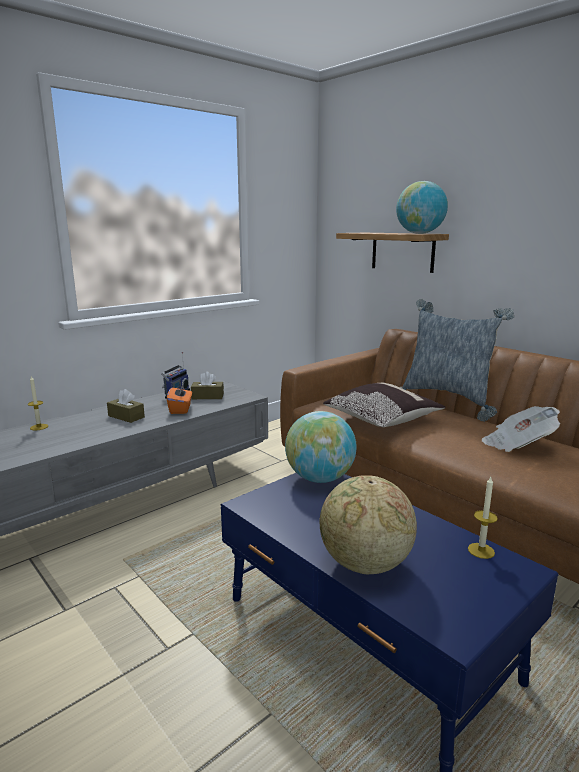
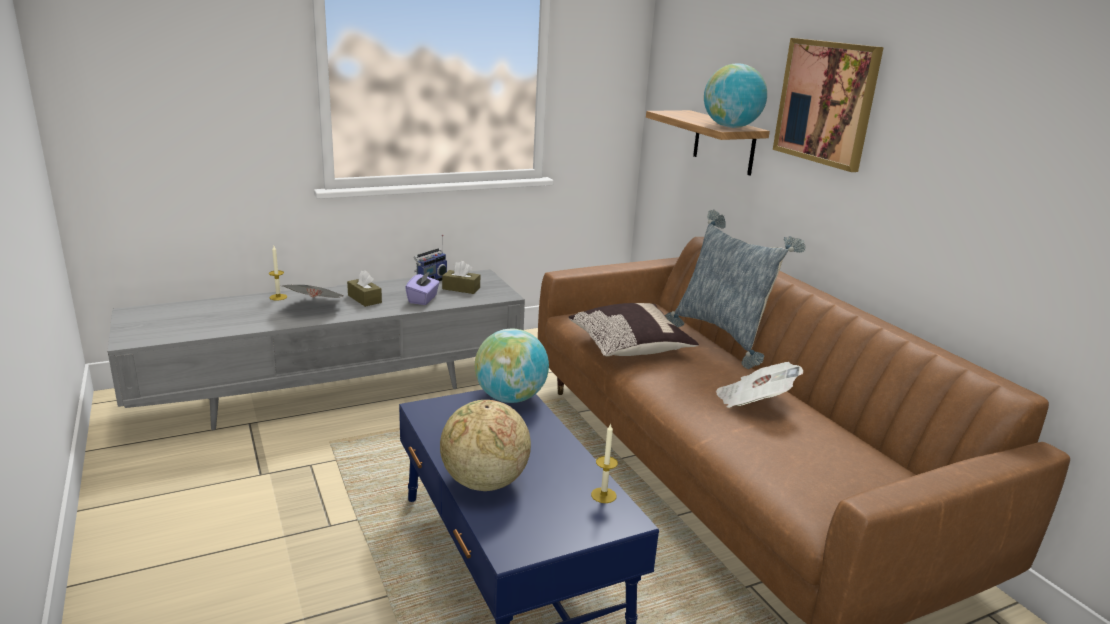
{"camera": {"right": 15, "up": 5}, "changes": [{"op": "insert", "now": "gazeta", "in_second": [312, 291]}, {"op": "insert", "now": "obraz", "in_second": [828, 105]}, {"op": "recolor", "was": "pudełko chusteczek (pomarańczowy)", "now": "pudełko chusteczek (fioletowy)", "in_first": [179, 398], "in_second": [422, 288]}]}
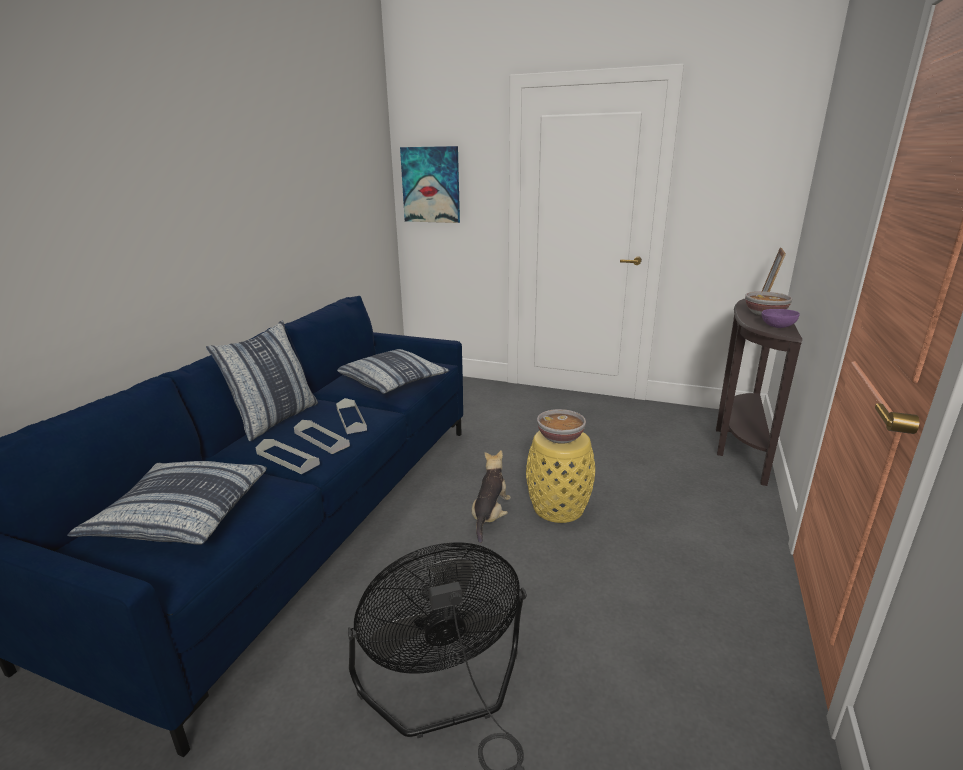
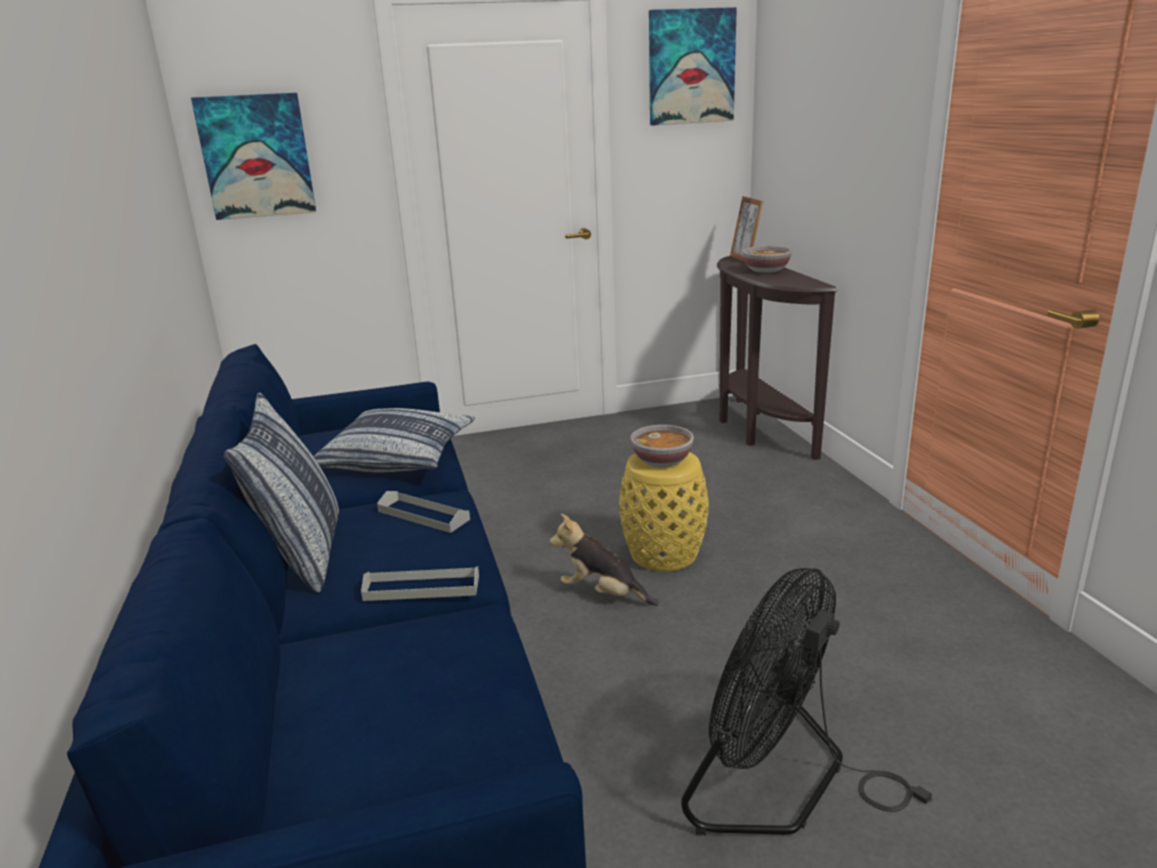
{"camera": {"right": -35, "up": 0}, "changes": [{"op": "delete", "was": "poduszka", "in_first": [167, 503]}, {"op": "delete", "was": "taca (szary)", "in_first": [322, 437]}, {"op": "delete", "was": "miska (fioletowy)", "in_first": [781, 318]}, {"op": "insert", "now": "obraz", "in_second": [693, 66]}, {"op": "rotate", "was": "pluszak", "in_first": [491, 496], "in_second": [604, 560], "clockwise": -45}]}
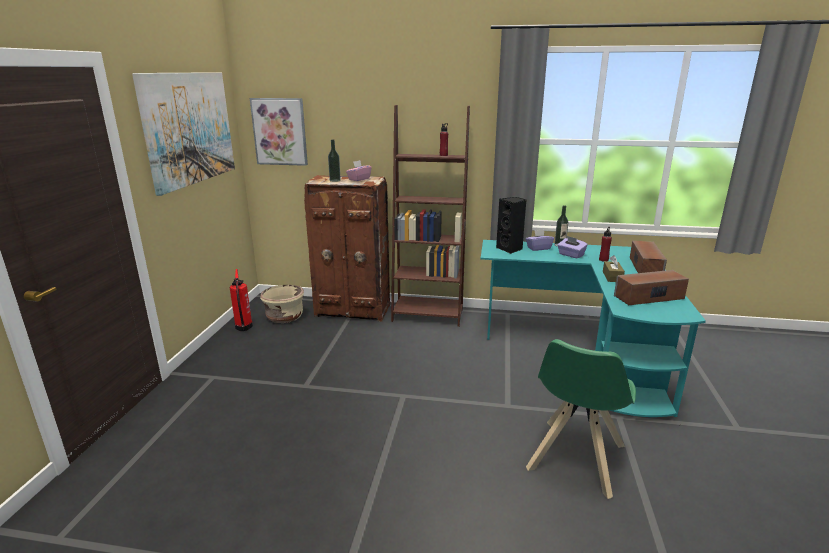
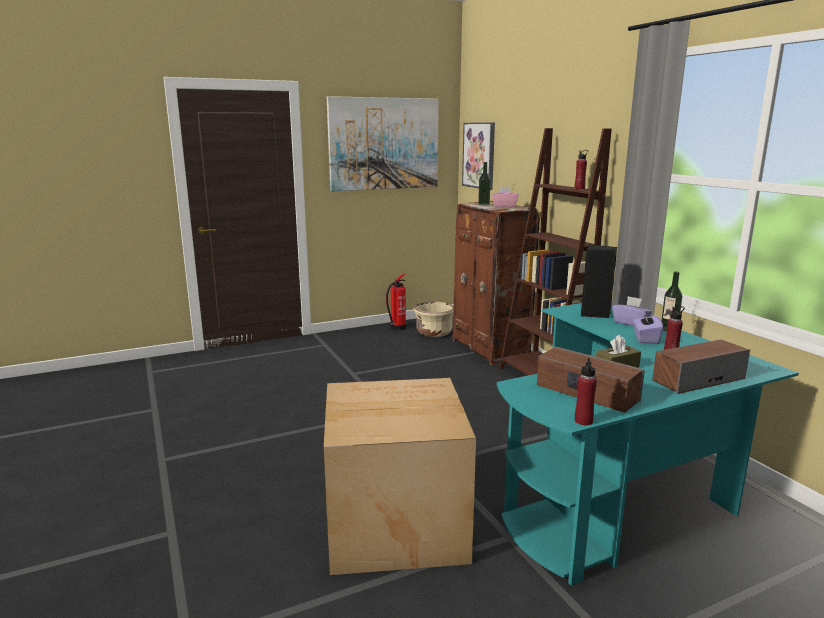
{"camera": {"right": 55, "up": -5}, "changes": [{"op": "insert", "now": "butelka (czerwony)", "in_second": [586, 391]}, {"op": "replace", "was": "krzesło (zielony)", "now": "karton", "in_first": [581, 419], "in_second": [400, 476]}]}
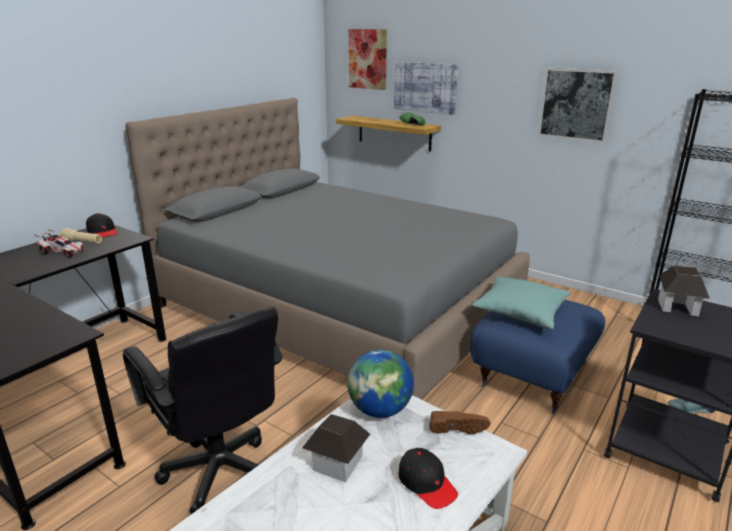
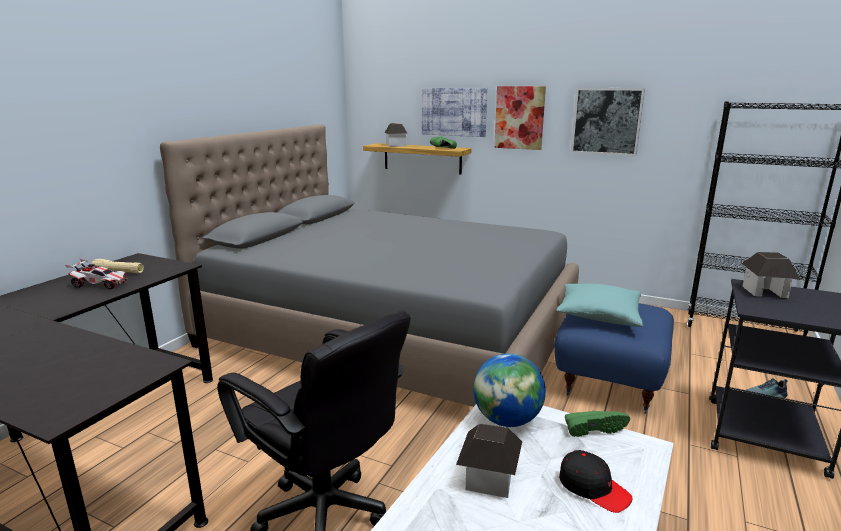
{"camera": {"right": -10, "up": -5}, "changes": [{"op": "delete", "was": "czapka z daszkiem (czarny)", "in_first": [102, 225]}, {"op": "insert", "now": "domek", "in_second": [396, 135]}, {"op": "move", "was": "obraz", "in_first": [367, 59], "in_second": [520, 118]}, {"op": "recolor", "was": "but (brązowy)", "now": "but (zielony)", "in_first": [459, 422], "in_second": [597, 424]}]}
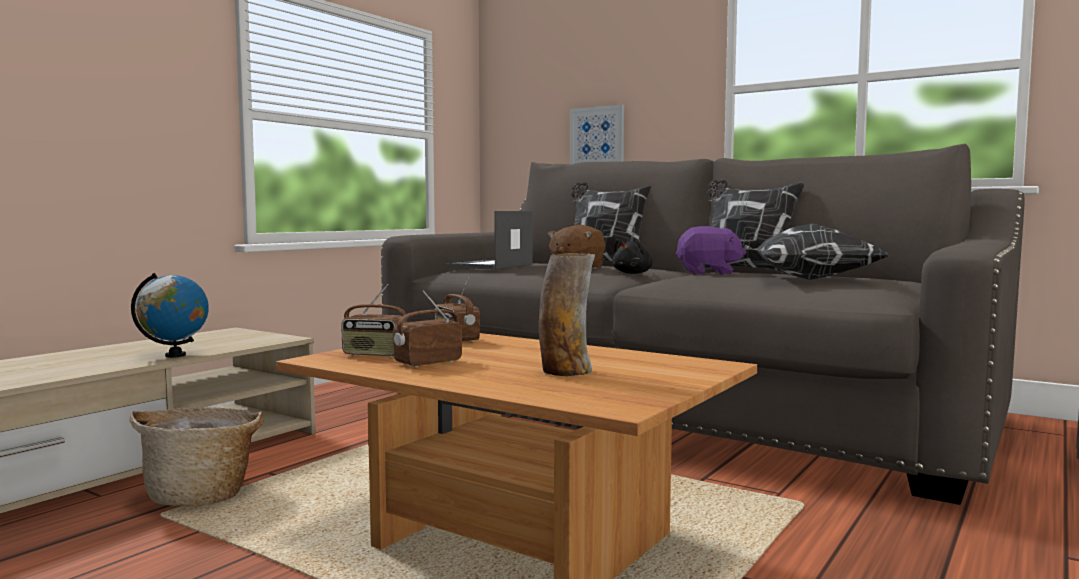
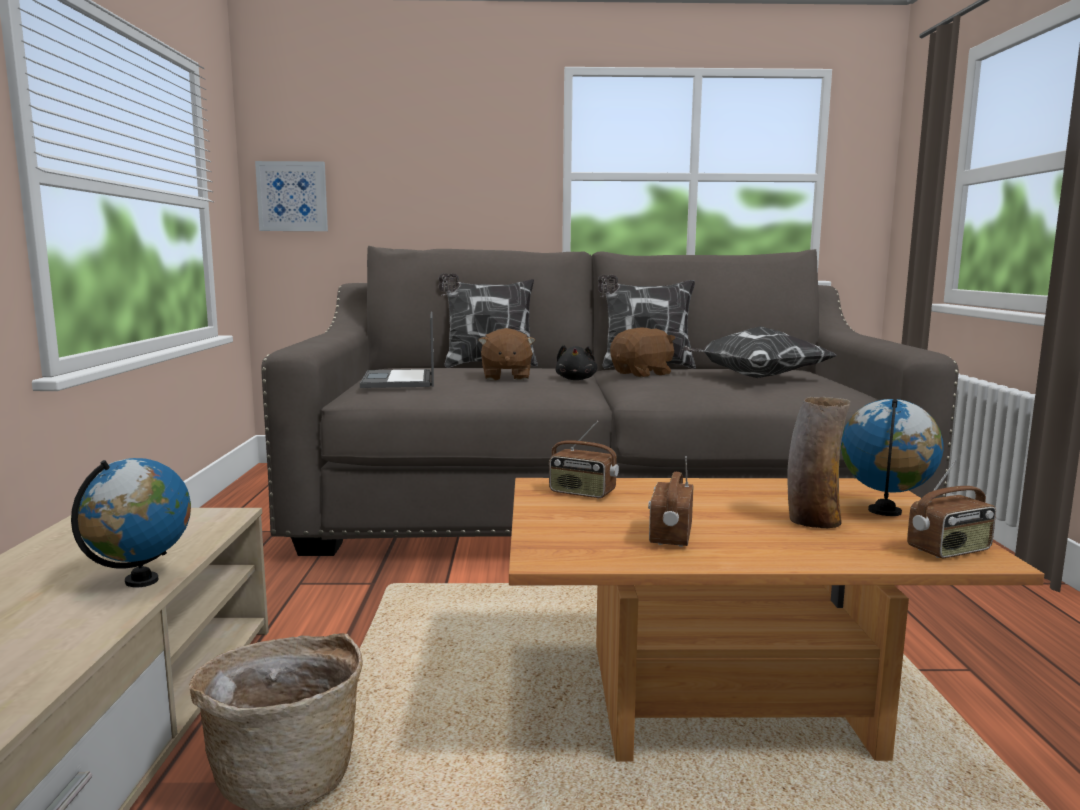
{"camera": {"right": -35, "up": 5}, "changes": [{"op": "insert", "now": "globus", "in_second": [892, 457]}, {"op": "move", "was": "radio", "in_first": [374, 320], "in_second": [951, 508]}, {"op": "move", "was": "obraz", "in_first": [597, 134], "in_second": [291, 196]}, {"op": "recolor", "was": "pluszak (fioletowy)", "now": "pluszak (brązowy)", "in_first": [711, 250], "in_second": [642, 352]}]}
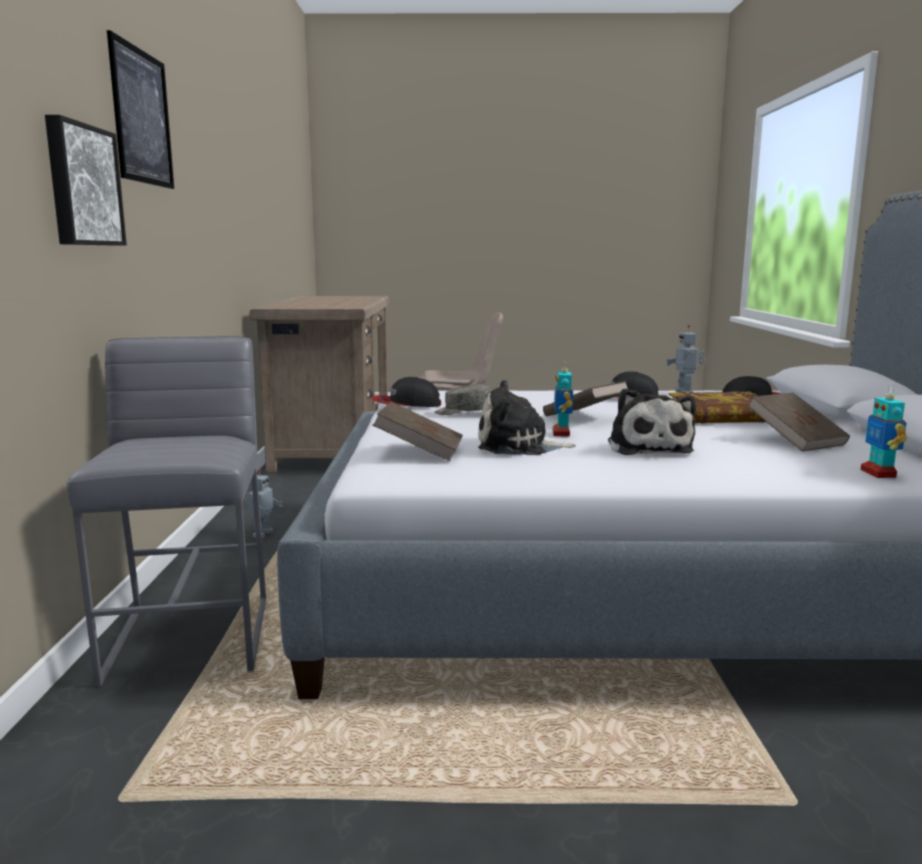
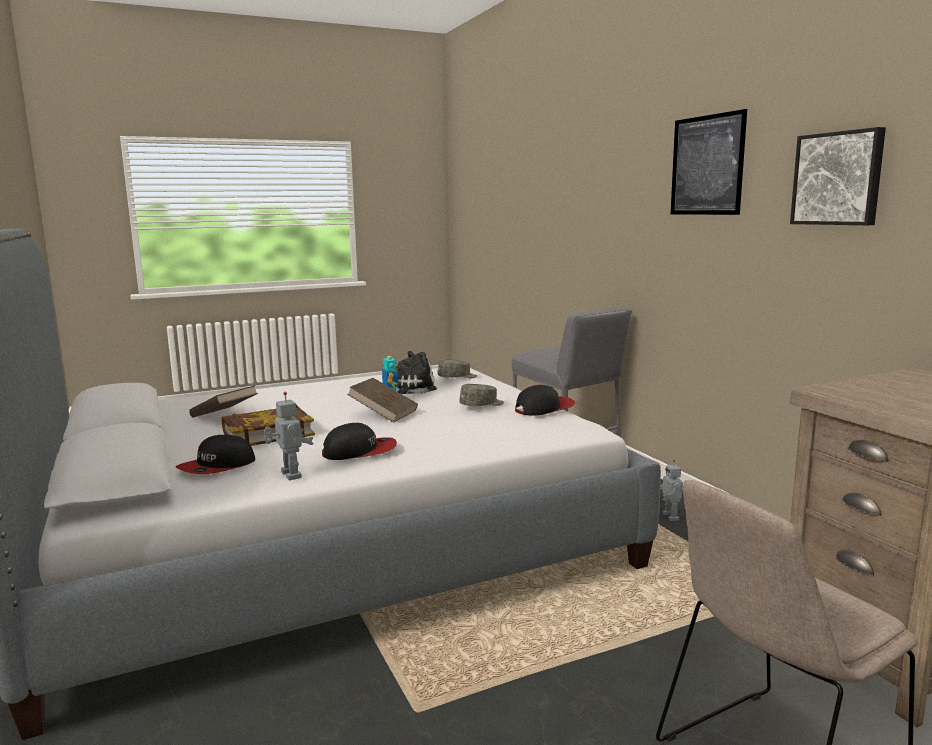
{"camera": {"right": 155, "up": 0}, "changes": [{"op": "delete", "was": "pluszak", "in_first": [652, 421]}, {"op": "delete", "was": "robot zabawkowy", "in_first": [884, 431]}, {"op": "move", "was": "obraz", "in_first": [86, 180], "in_second": [838, 176]}, {"op": "replace", "was": "książka (brązowy)", "now": "czapka z daszkiem (szary)", "in_first": [418, 431], "in_second": [457, 368]}]}
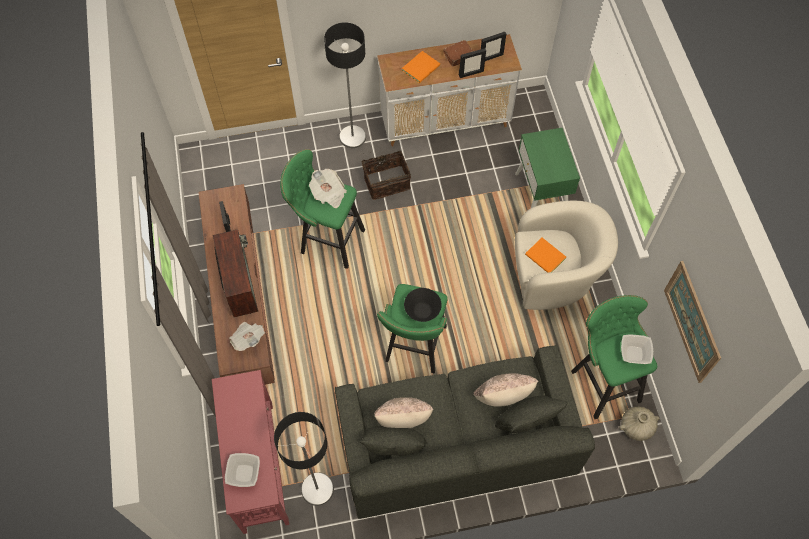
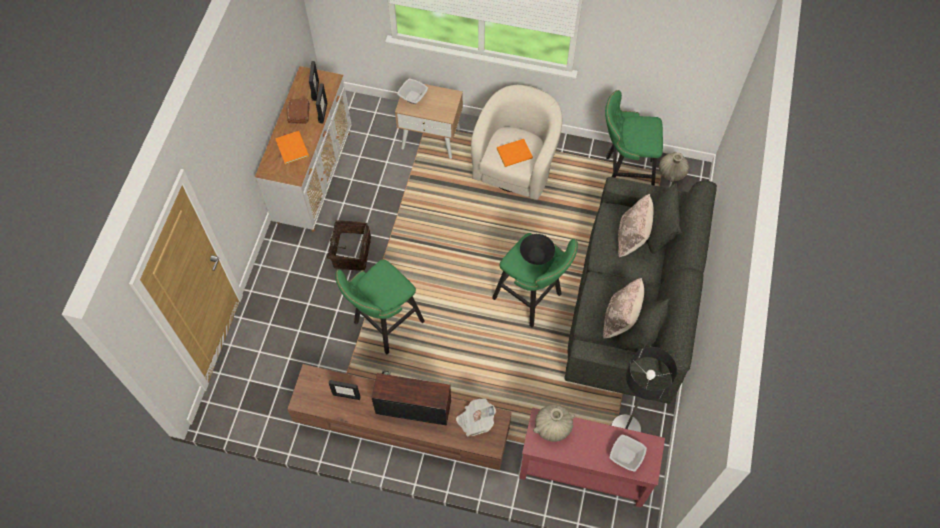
{"camera": {"right": -65, "up": 0}, "changes": [{"op": "delete", "was": "gazeta", "in_first": [328, 188]}, {"op": "delete", "was": "lampa stojąca", "in_first": [345, 85]}, {"op": "delete", "was": "obraz", "in_first": [692, 322]}, {"op": "insert", "now": "wazon (beżowy)", "in_second": [554, 423]}, {"op": "move", "was": "miska", "in_first": [637, 349], "in_second": [412, 91]}, {"op": "recolor", "was": "szafka nocna (zielony)", "now": "szafka nocna (beżowy)", "in_first": [547, 168], "in_second": [429, 121]}]}
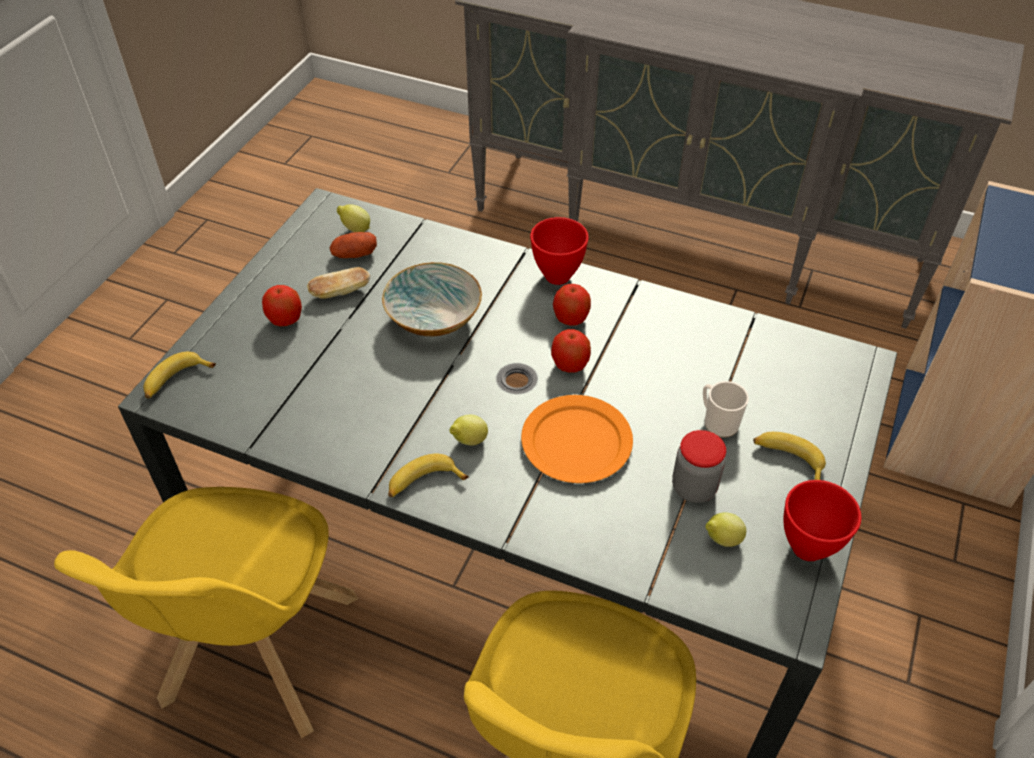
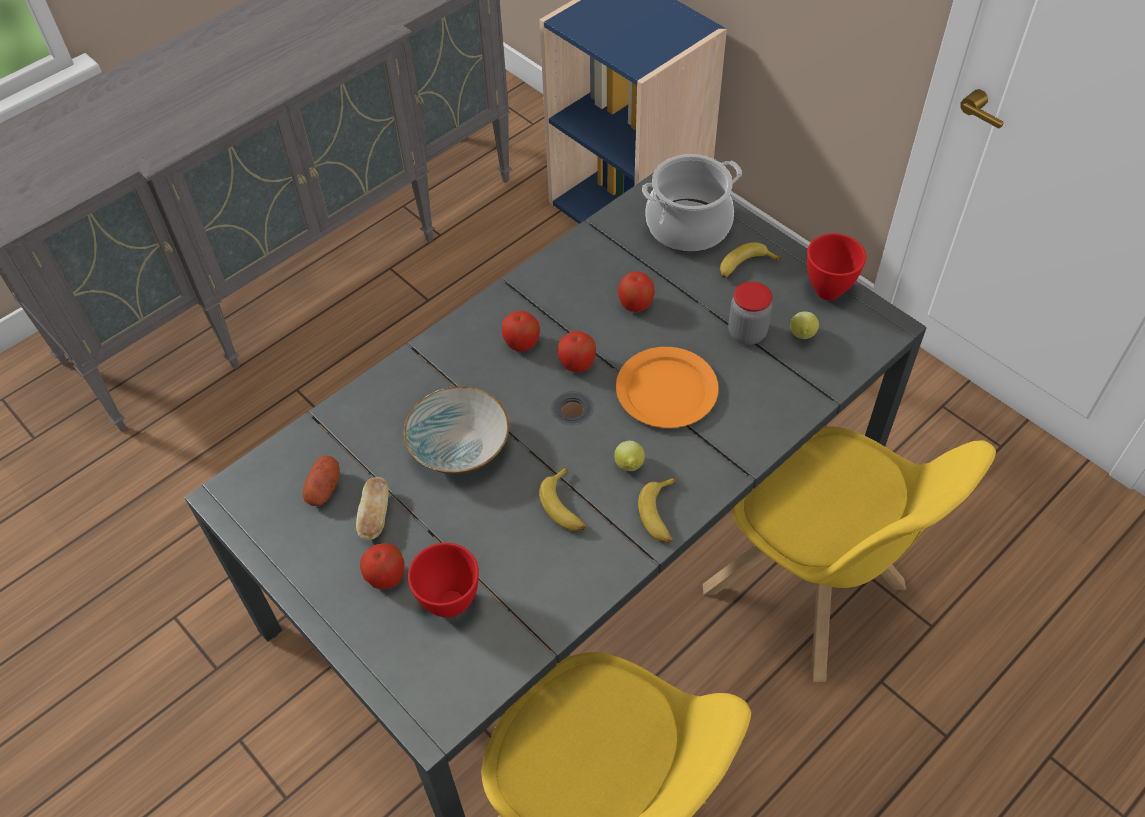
{"camera": {"right": -65, "up": 5}, "changes": [{"op": "delete", "was": "cytryna", "in_first": [353, 218]}, {"op": "delete", "was": "kubek", "in_first": [726, 409]}, {"op": "insert", "now": "jabłko", "in_second": [636, 291]}, {"op": "insert", "now": "garnek", "in_second": [692, 203]}, {"op": "move", "was": "banan", "in_first": [180, 375], "in_second": [562, 498]}, {"op": "move", "was": "miska (czerwony)", "in_first": [559, 251], "in_second": [443, 580]}]}
